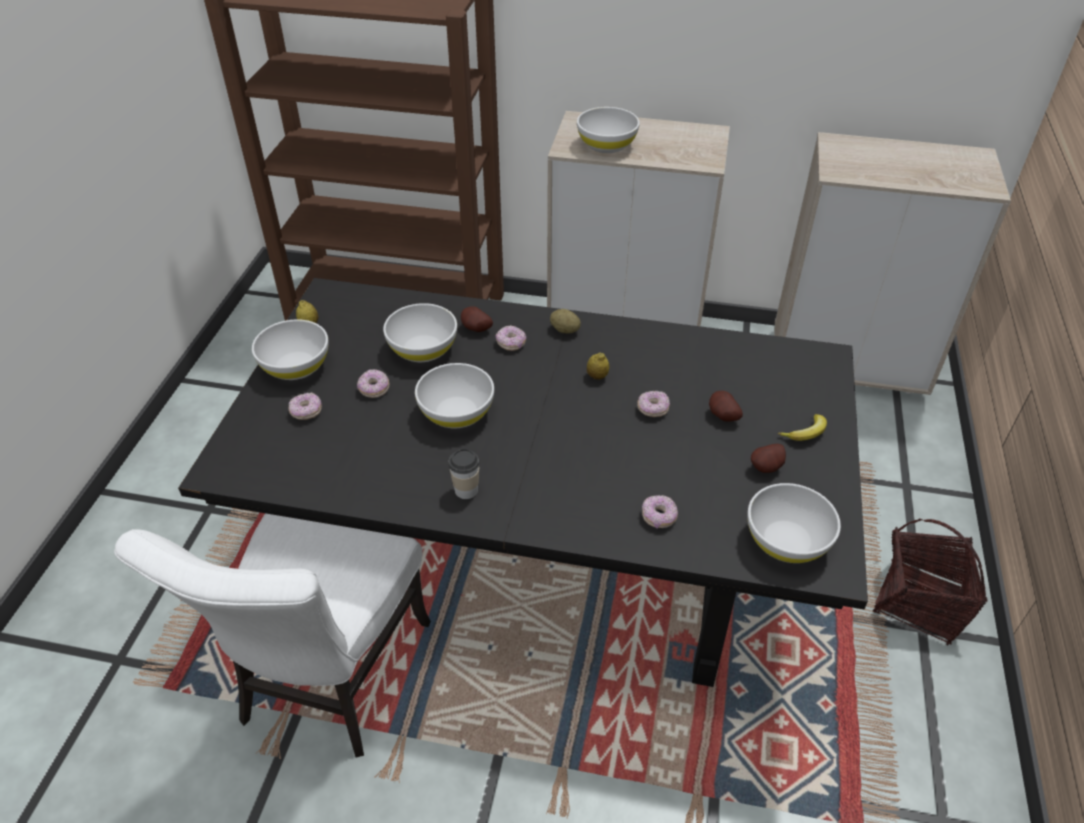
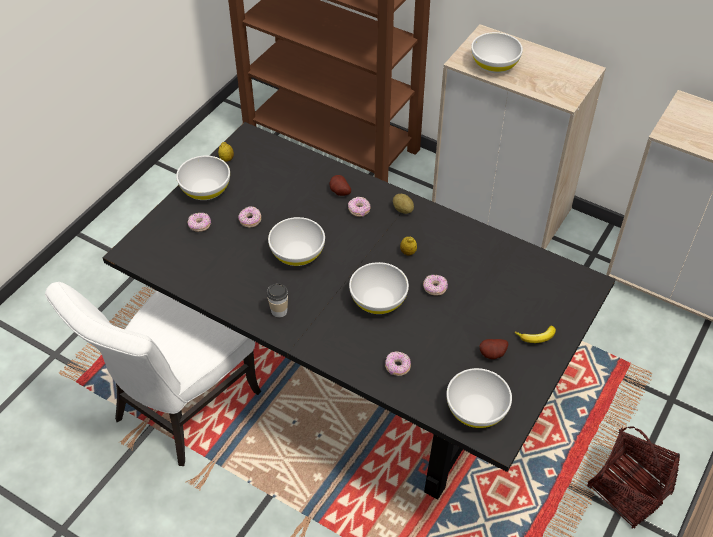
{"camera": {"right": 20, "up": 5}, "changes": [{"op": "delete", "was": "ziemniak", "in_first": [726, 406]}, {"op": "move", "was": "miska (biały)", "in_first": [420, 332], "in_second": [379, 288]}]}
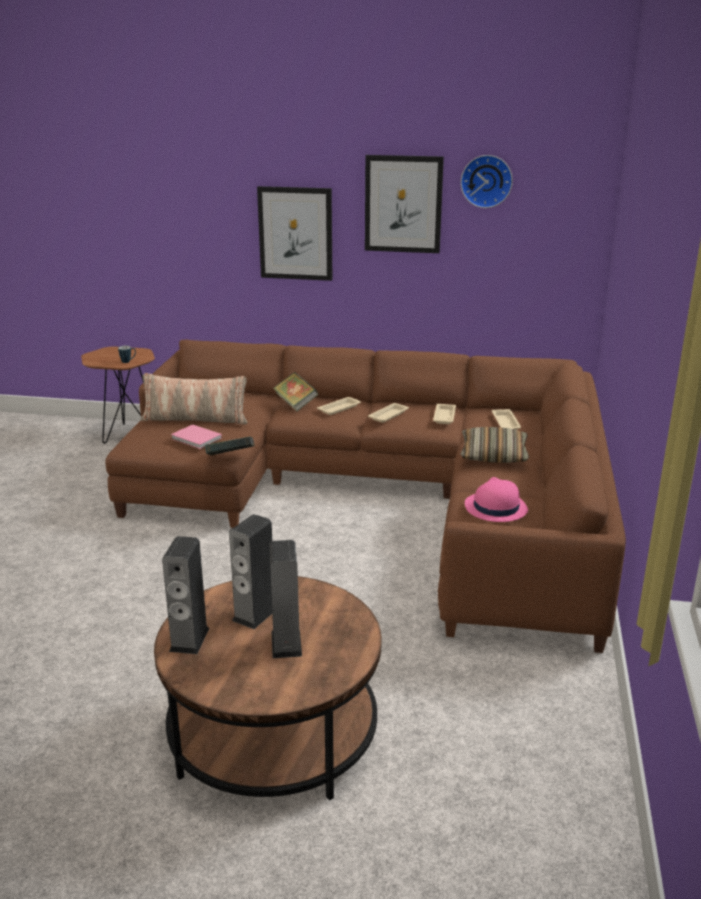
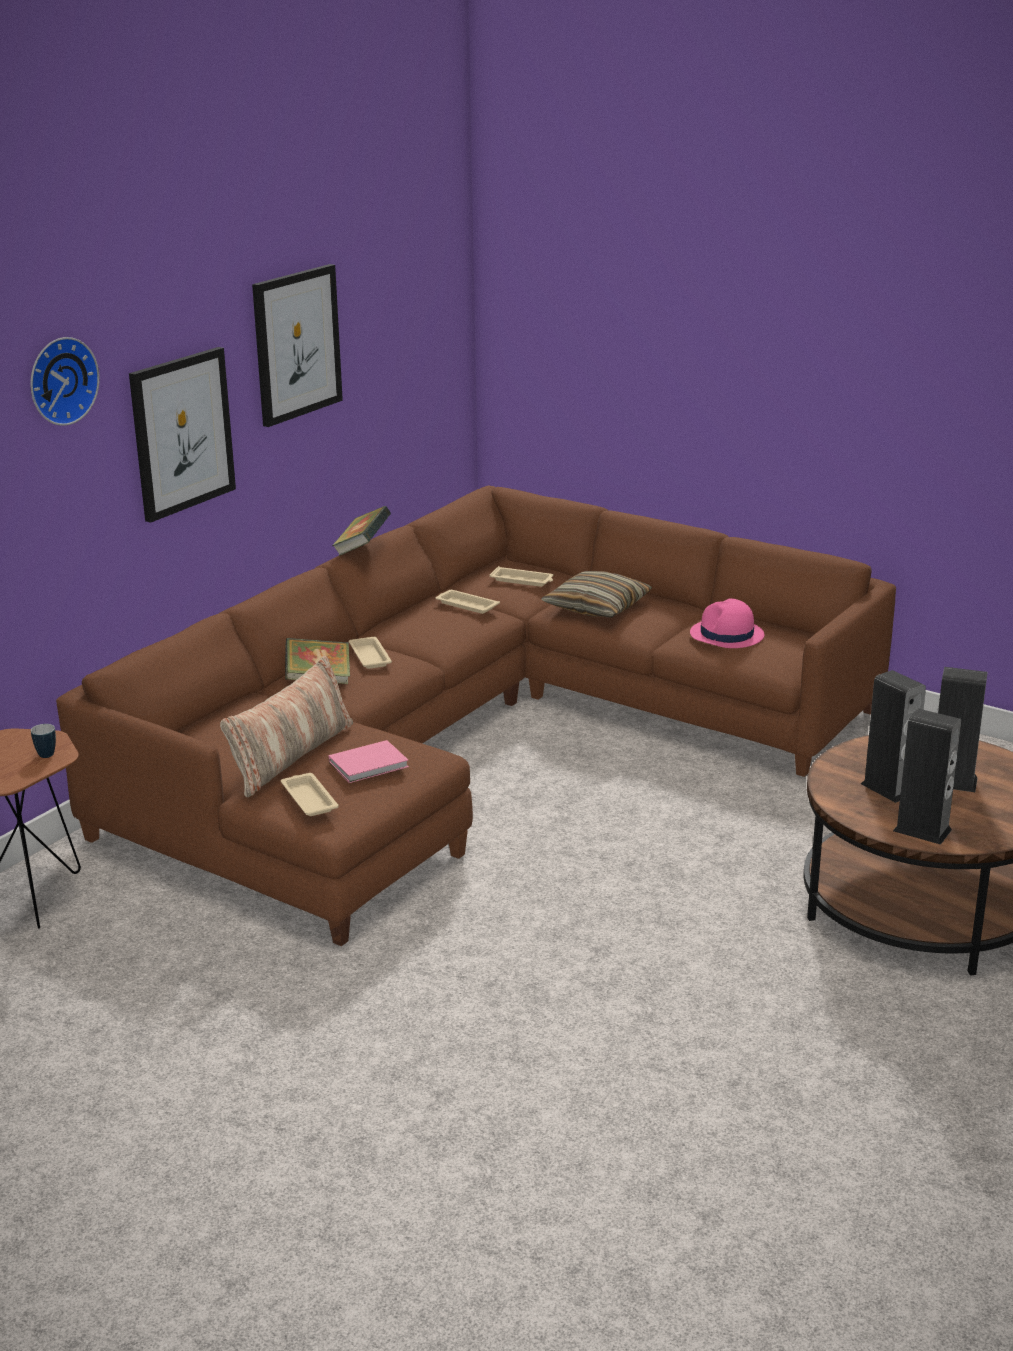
{"camera": {"right": -65, "up": 0}, "changes": [{"op": "move", "was": "książka", "in_first": [230, 446], "in_second": [361, 531]}, {"op": "move", "was": "taca (beżowy)", "in_first": [388, 413], "in_second": [310, 794]}, {"op": "move", "was": "zegar ścienny", "in_first": [487, 181], "in_second": [65, 381]}]}
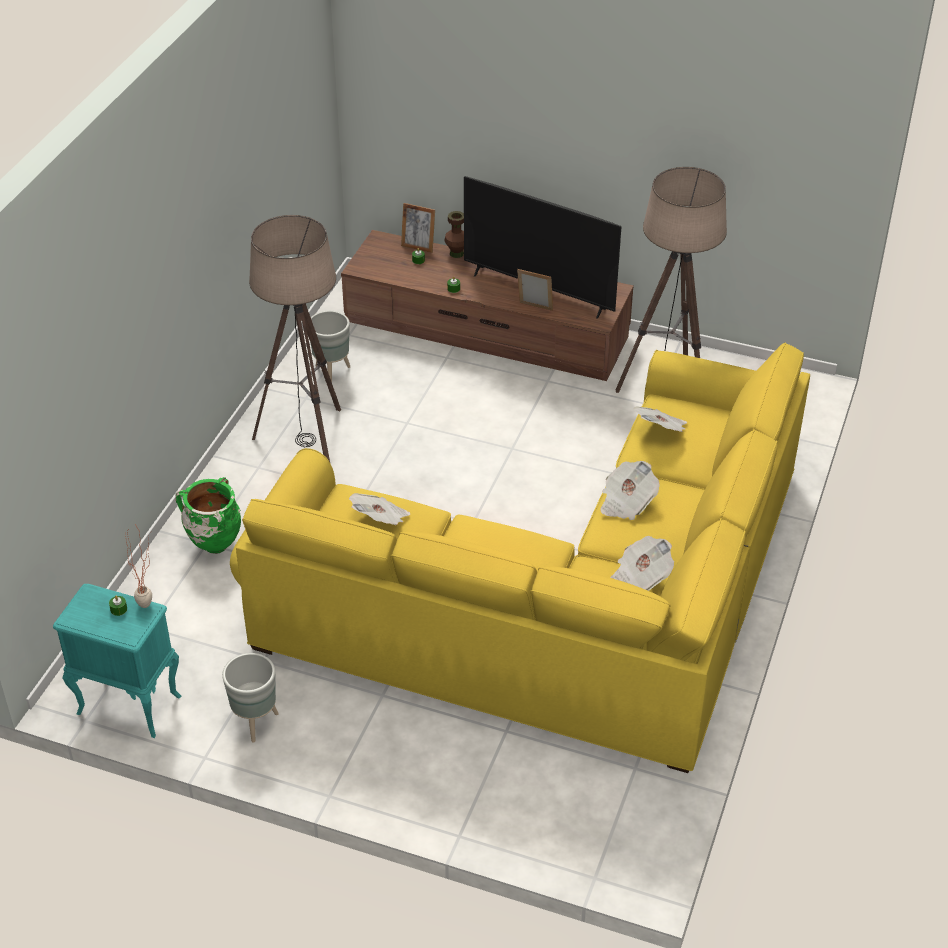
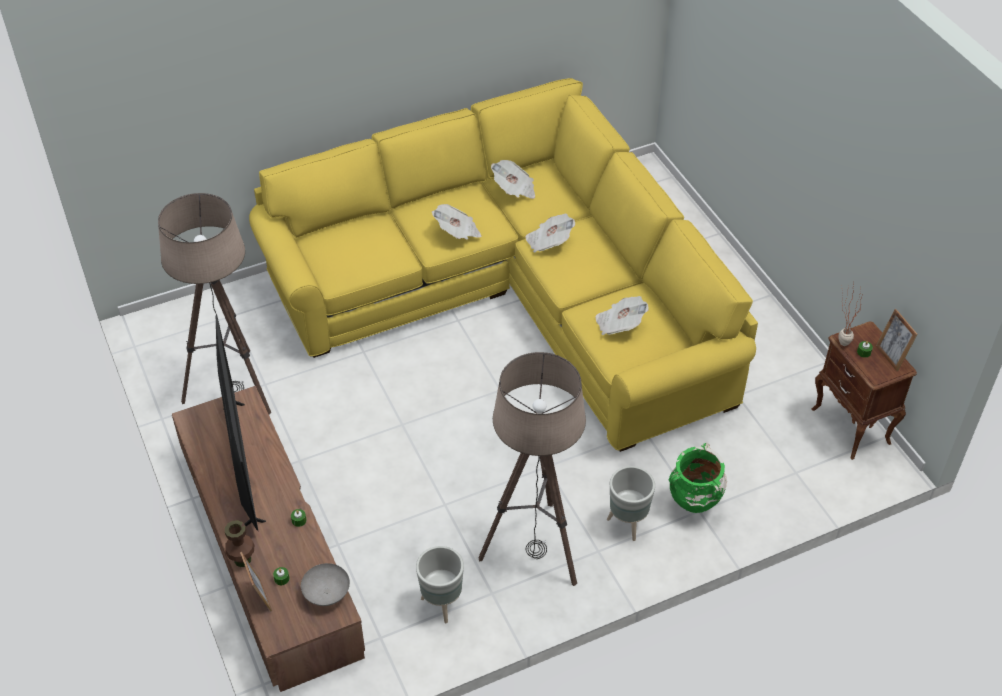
{"camera": {"right": -135, "up": 5}, "changes": [{"op": "insert", "now": "miska (szary)", "in_second": [325, 584]}, {"op": "move", "was": "donica (szary)", "in_first": [250, 698], "in_second": [631, 503]}, {"op": "move", "was": "ramka na zdjęcie", "in_first": [535, 290], "in_second": [897, 340]}, {"op": "move", "was": "gazeta", "in_first": [660, 419], "in_second": [550, 233]}, {"op": "recolor", "was": "szafka nocna (turkusowy)", "now": "szafka nocna (brązowy)", "in_first": [117, 661], "in_second": [864, 390]}]}
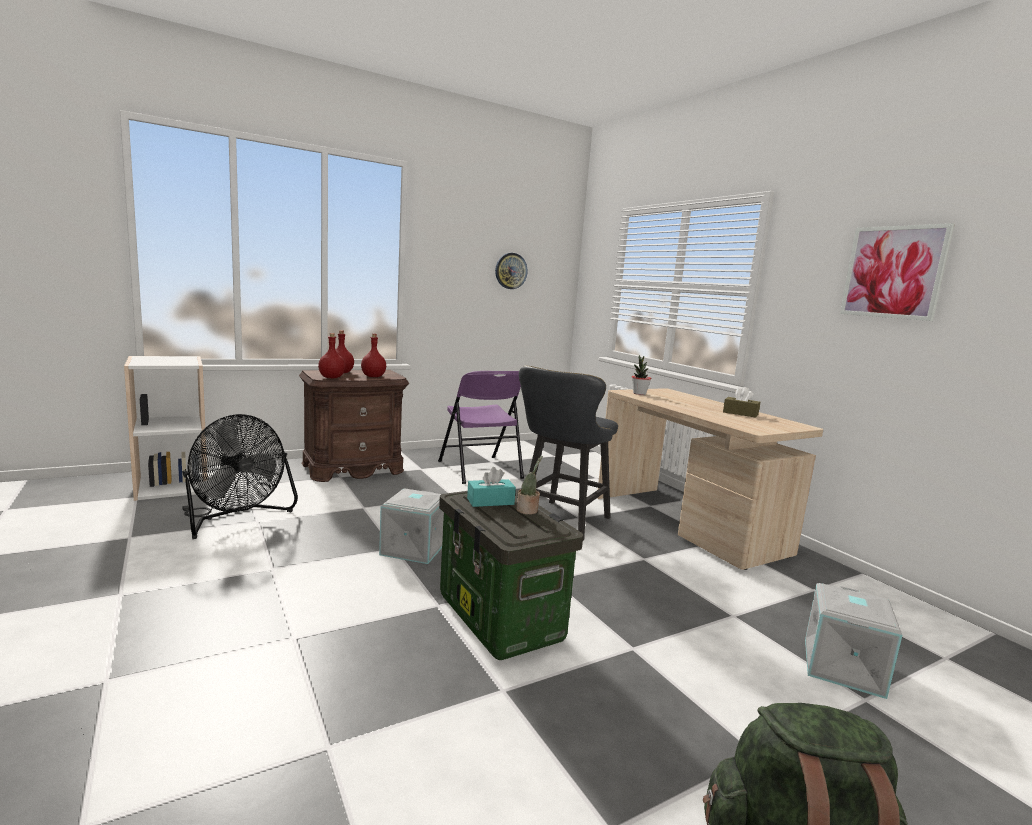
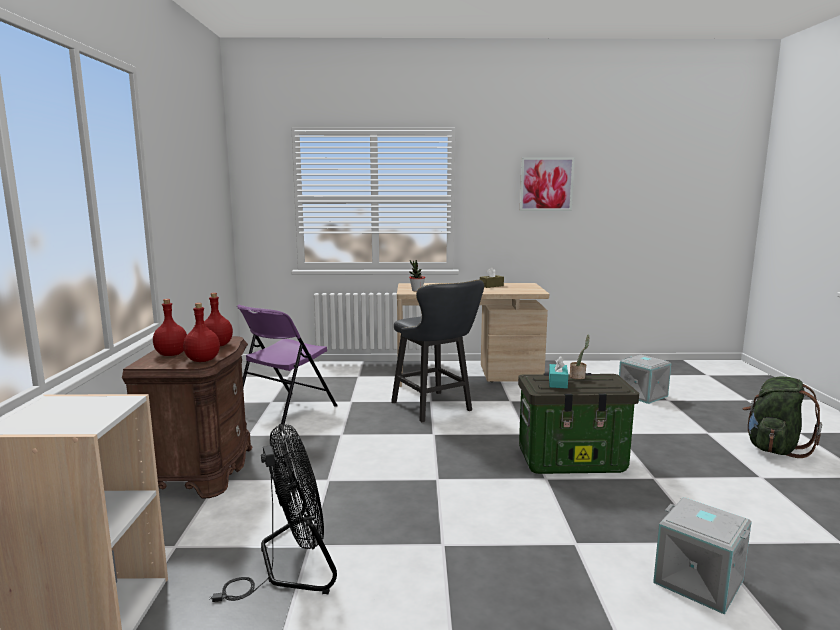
{"camera": {"right": -60, "up": 0}, "changes": [{"op": "delete", "was": "zegar ścienny", "in_first": [511, 271]}, {"op": "move", "was": "pojemnik do przechowywania (szary)", "in_first": [411, 526], "in_second": [702, 556]}, {"op": "rotate", "was": "krzesło (fioletowy)", "in_first": [481, 427], "in_second": [287, 367], "clockwise": 120}]}
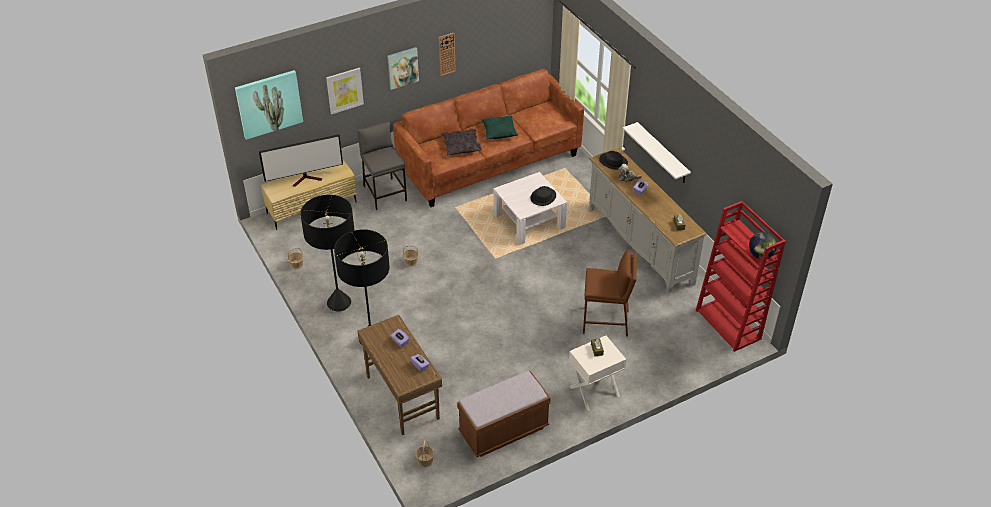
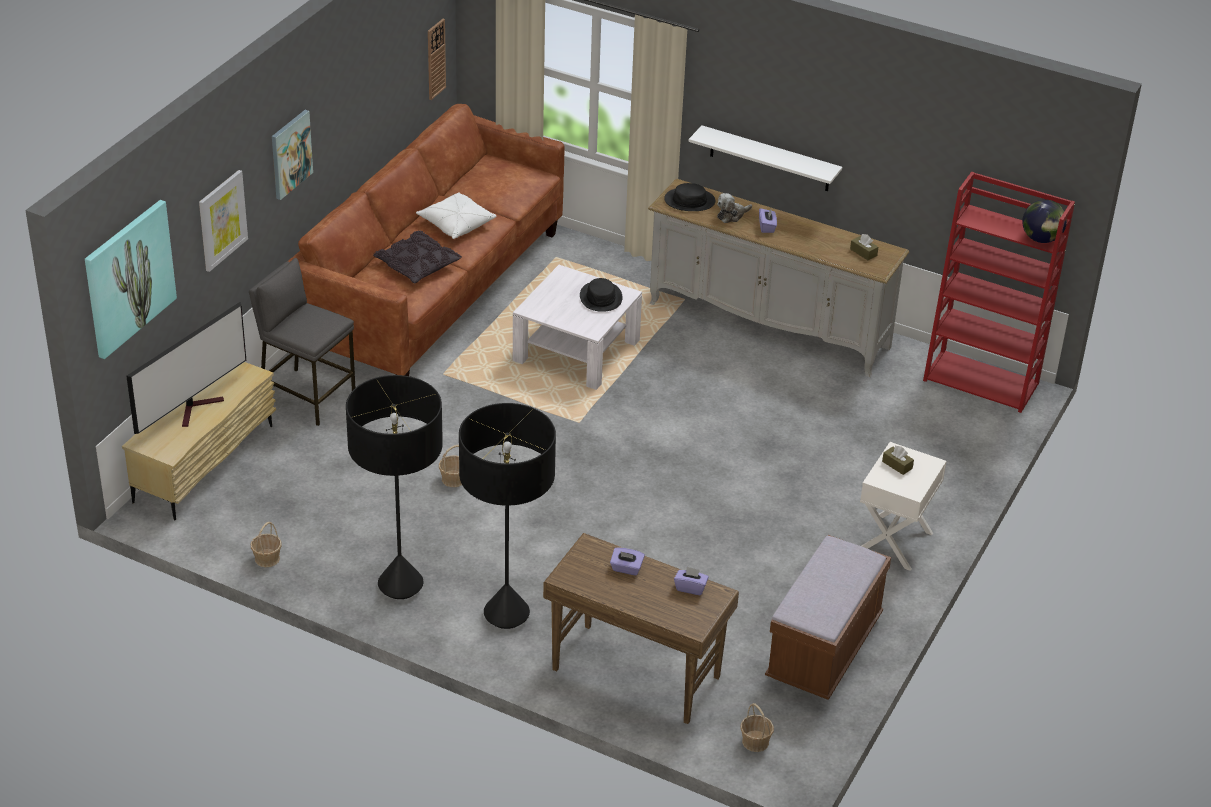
{"camera": {"right": -35, "up": -5}, "changes": [{"op": "delete", "was": "stołek (brązowy)", "in_first": [610, 292]}, {"op": "move", "was": "zegar ścienny", "in_first": [447, 54], "in_second": [437, 59]}, {"op": "recolor", "was": "poduszka (zielony)", "now": "poduszka (biały)", "in_first": [499, 127], "in_second": [456, 215]}]}
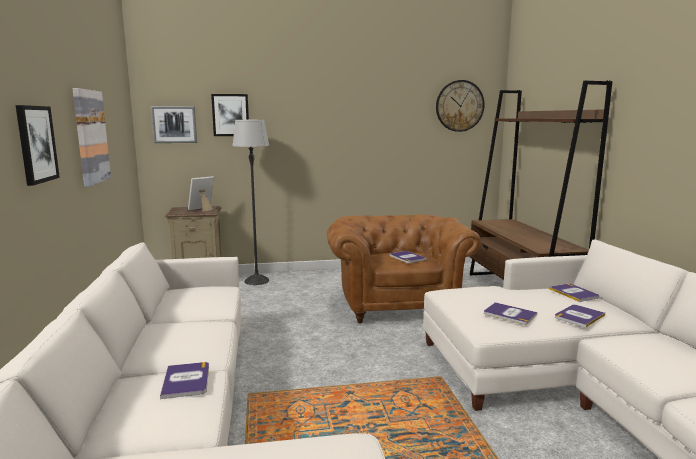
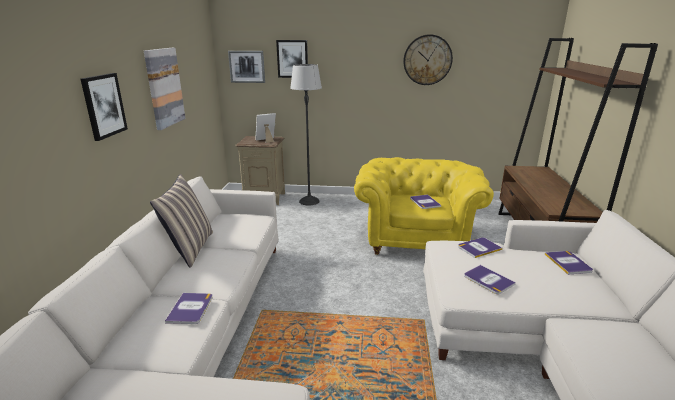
{"camera": {"right": 15, "up": 10}, "changes": [{"op": "insert", "now": "poduszka", "in_second": [181, 221]}, {"op": "move", "was": "zegar ścienny", "in_first": [460, 106], "in_second": [428, 59]}, {"op": "move", "was": "książka", "in_first": [580, 316], "in_second": [480, 248]}, {"op": "recolor", "was": "fotel (brązowy)", "now": "fotel (żółty)", "in_first": [403, 268], "in_second": [424, 206]}]}
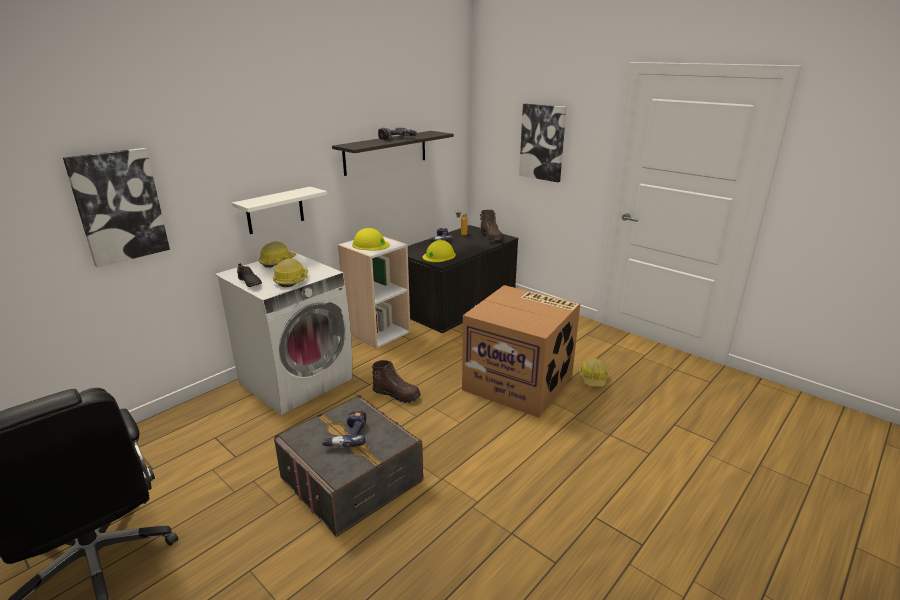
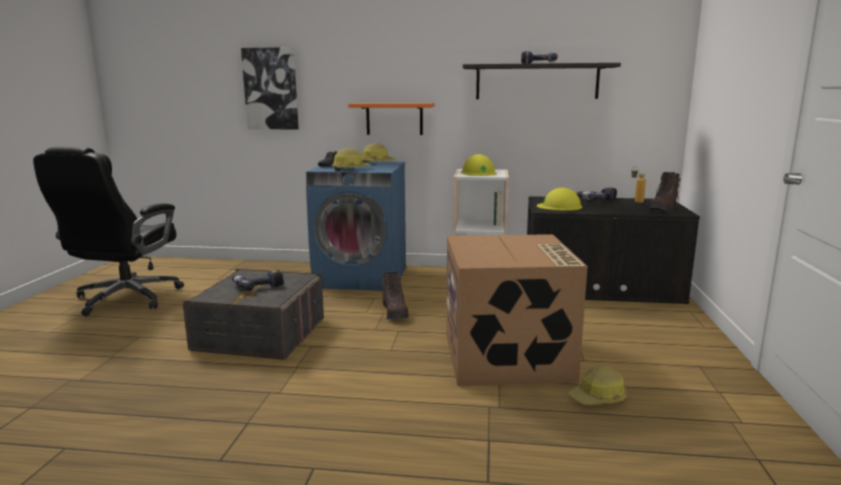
{"camera": {"right": 55, "up": -10}, "changes": [{"op": "delete", "was": "obraz", "in_first": [543, 143]}, {"op": "recolor", "was": "pralka (biały)", "now": "pralka (niebieski)", "in_first": [283, 333], "in_second": [356, 226]}, {"op": "recolor", "was": "półka (biały)", "now": "półka (pomarańczowy)", "in_first": [279, 210], "in_second": [391, 119]}]}
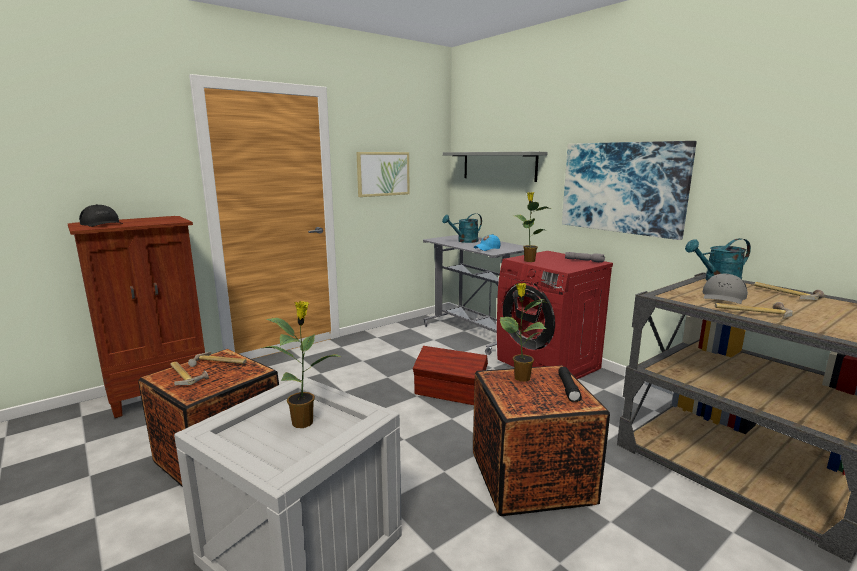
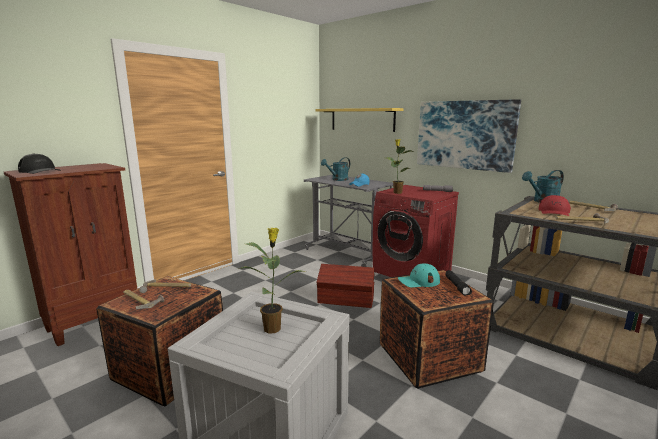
{"camera": {"right": -10, "up": 0}, "changes": [{"op": "delete", "was": "obraz", "in_first": [383, 174]}, {"op": "replace", "was": "roślina doniczkowa", "now": "czapka z daszkiem (turkusowy)", "in_first": [524, 332], "in_second": [419, 275]}, {"op": "recolor", "was": "półka (szary)", "now": "półka (żółty)", "in_first": [495, 167], "in_second": [359, 120]}, {"op": "recolor", "was": "czapka z daszkiem (szary)", "now": "czapka z daszkiem (czerwony)", "in_first": [725, 289], "in_second": [555, 205]}]}
